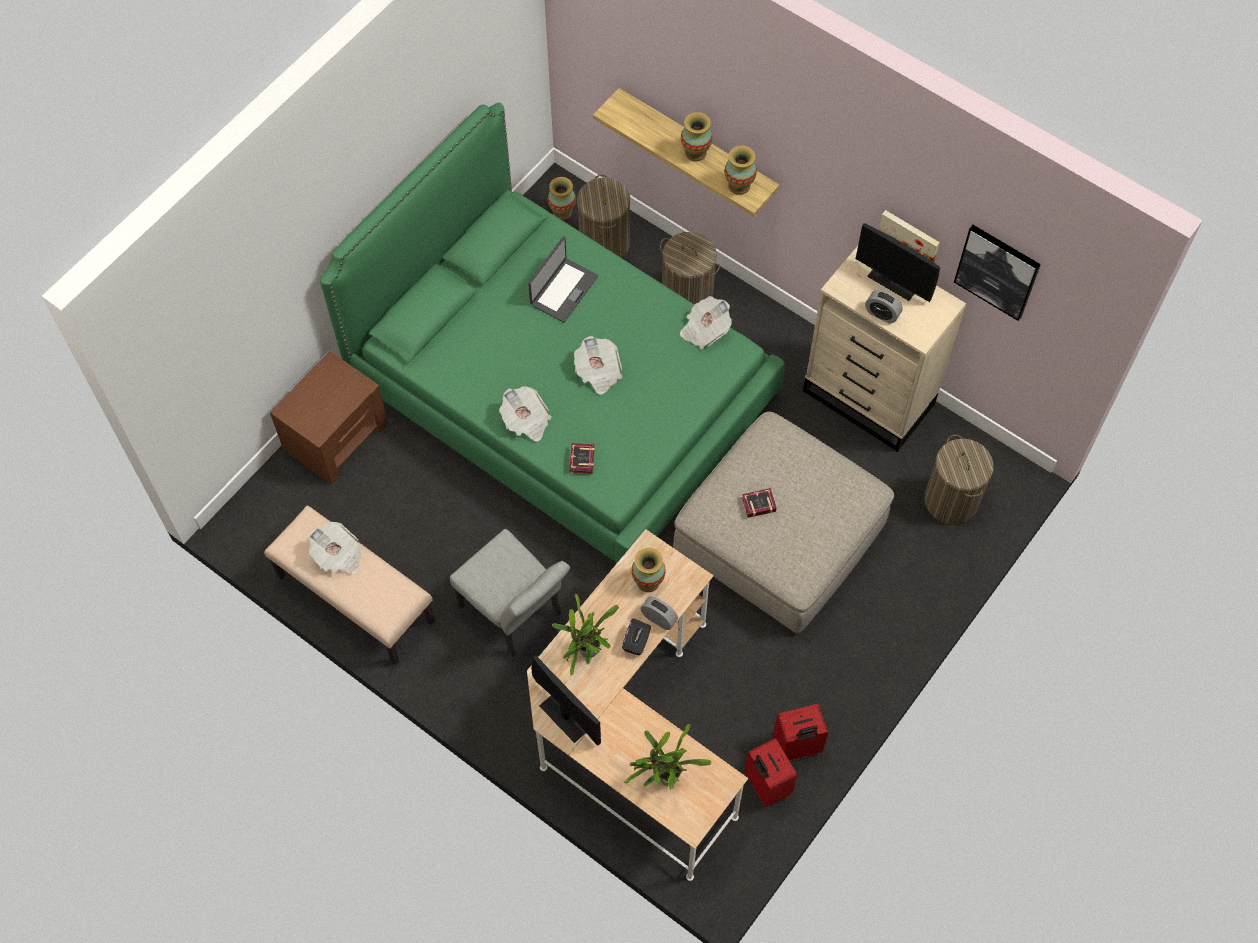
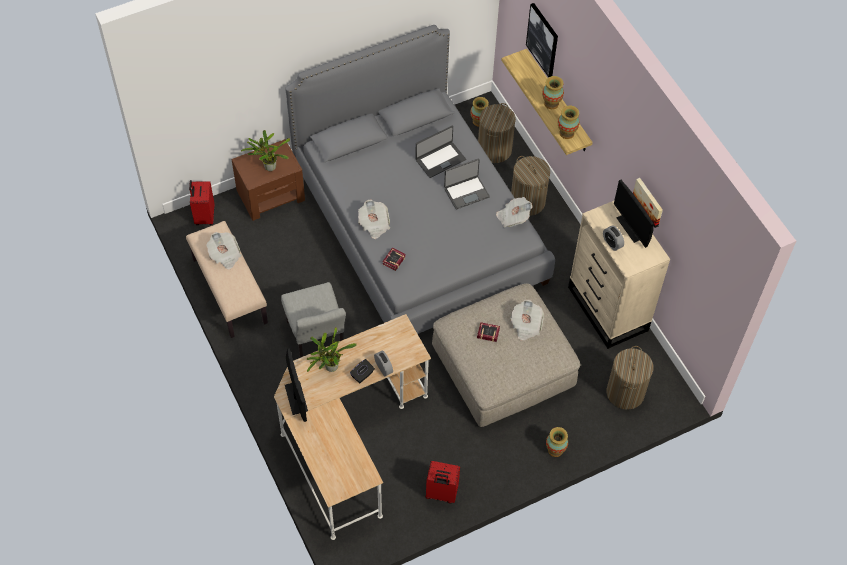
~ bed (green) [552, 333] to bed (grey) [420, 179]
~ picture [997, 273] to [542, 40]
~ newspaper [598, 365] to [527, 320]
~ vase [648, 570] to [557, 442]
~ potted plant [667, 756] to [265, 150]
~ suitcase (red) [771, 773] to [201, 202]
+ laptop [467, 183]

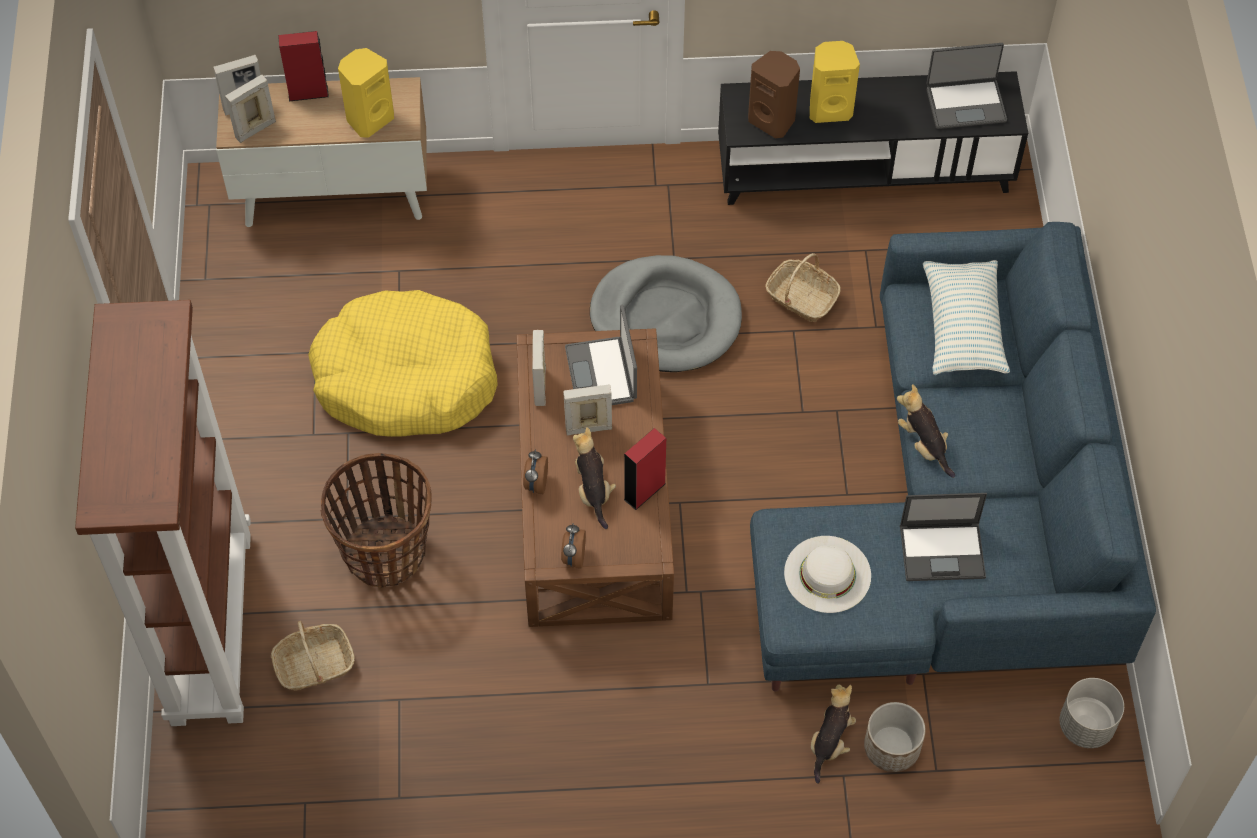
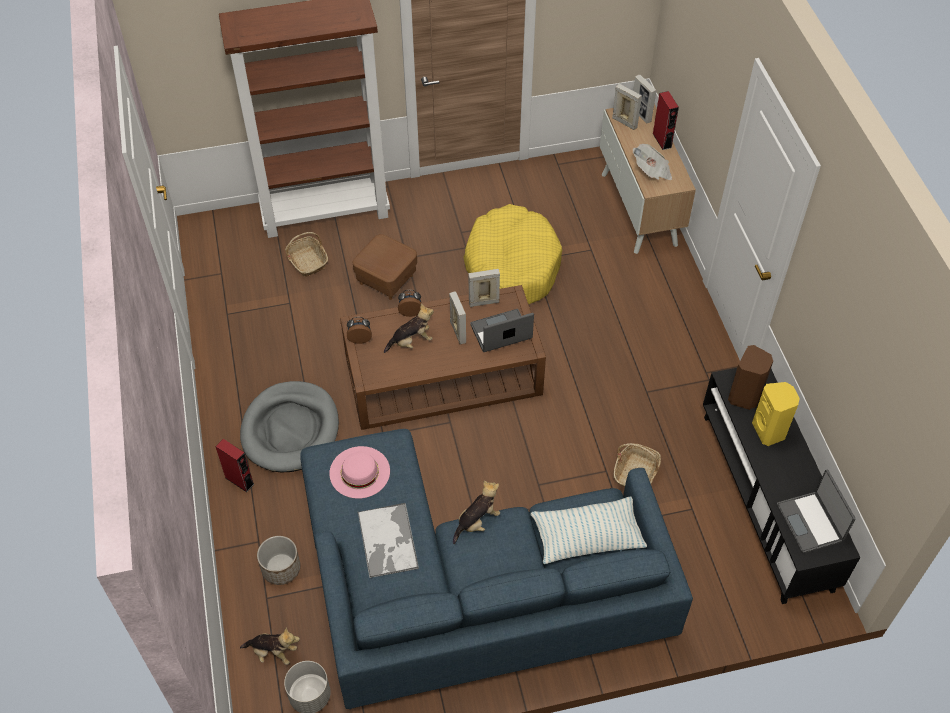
~ speaker (yellow) [366, 93] to newspaper [652, 162]
~ dog bed (grey) [666, 313] to [289, 427]
~ speaker (red) [645, 469] to [234, 465]
~ basket [376, 520] to ottoman (brown) [385, 267]
~ laptop [943, 537] to tray [388, 540]
~ hat (white) [827, 574] to hat (pink) [359, 472]
~ plush toy [833, 734] to [270, 646]

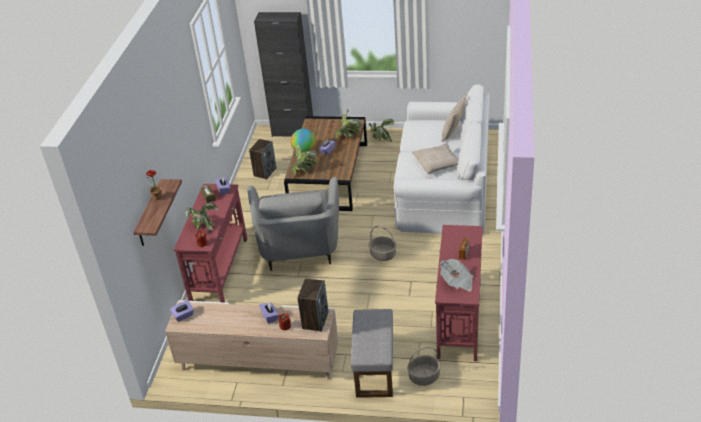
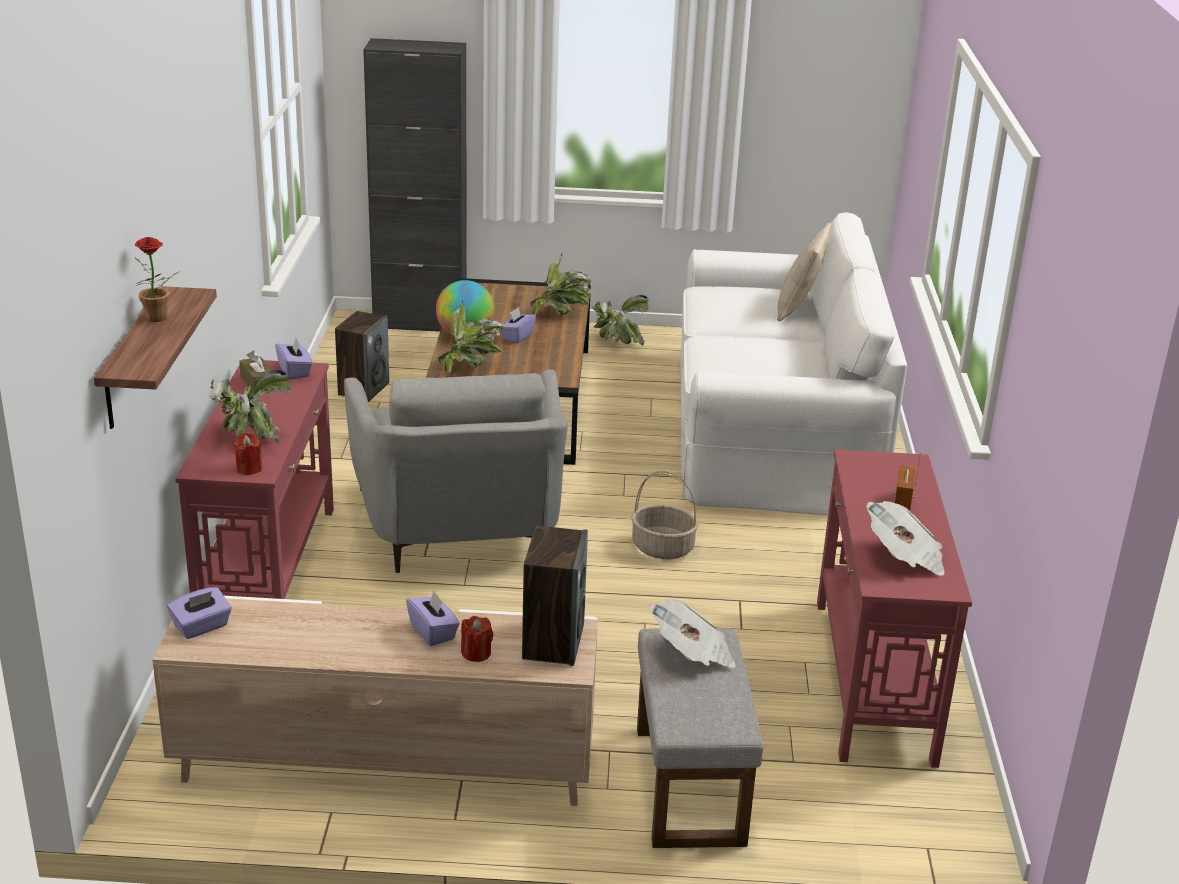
- pillow (beige) [435, 158]
- basket [424, 366]
+ newspaper [693, 633]

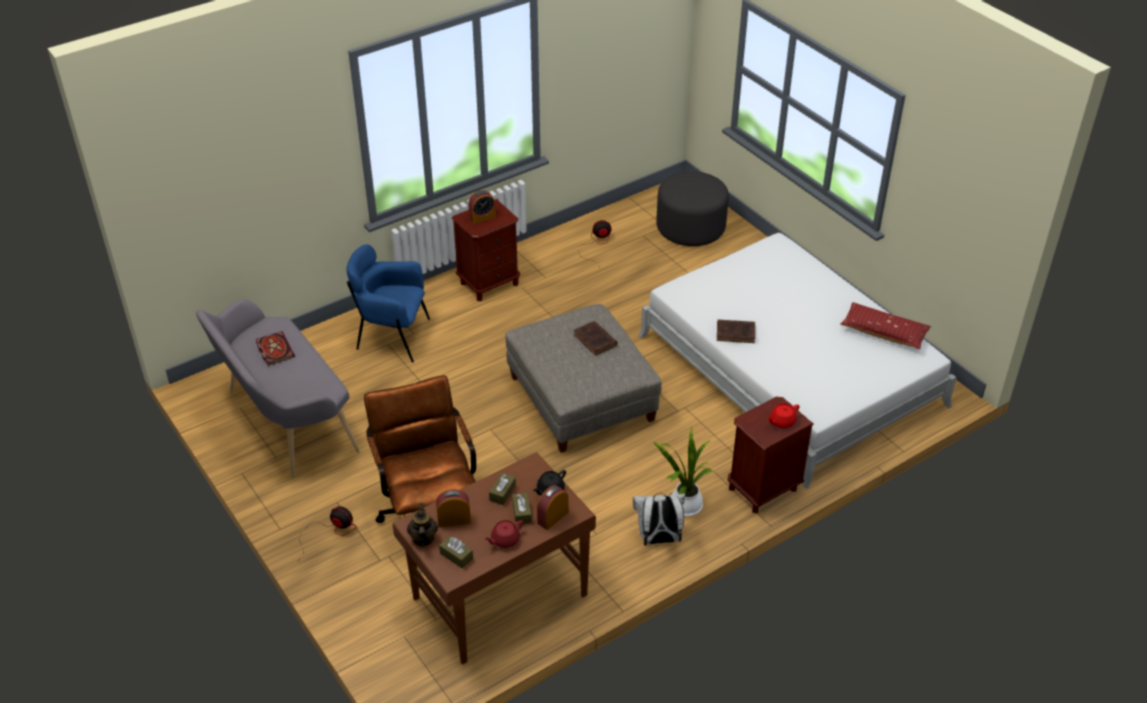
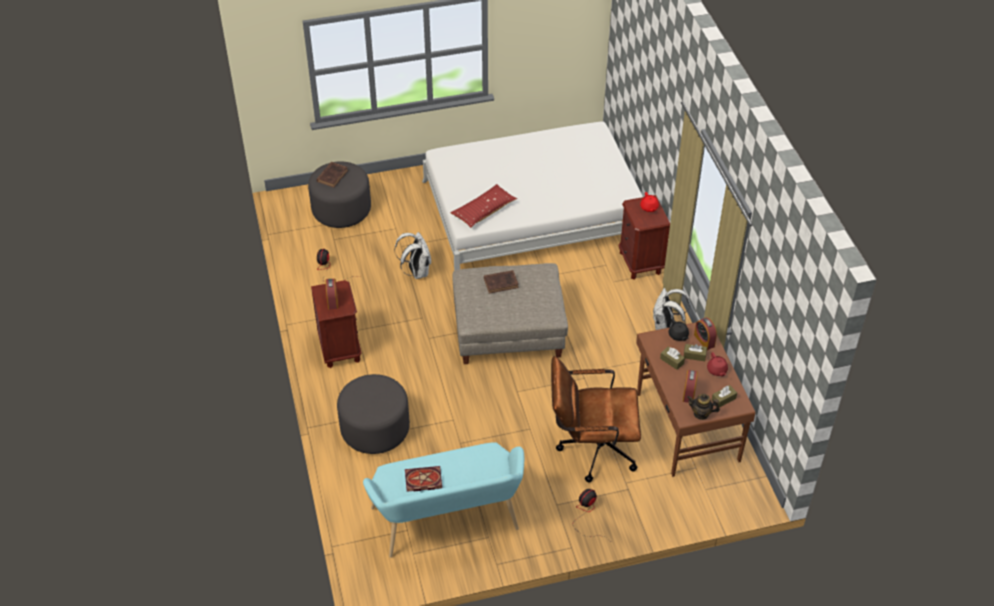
~ armchair (blue) [388, 303] to ottoman (grey) [373, 414]
~ bench (grey) [278, 388] to bench (turquoise) [443, 500]
~ pillow (red) [885, 326] to [484, 206]
~ book (brown) [736, 331] to [332, 174]
- potted plant [683, 471]
+ backpack (white) [412, 255]

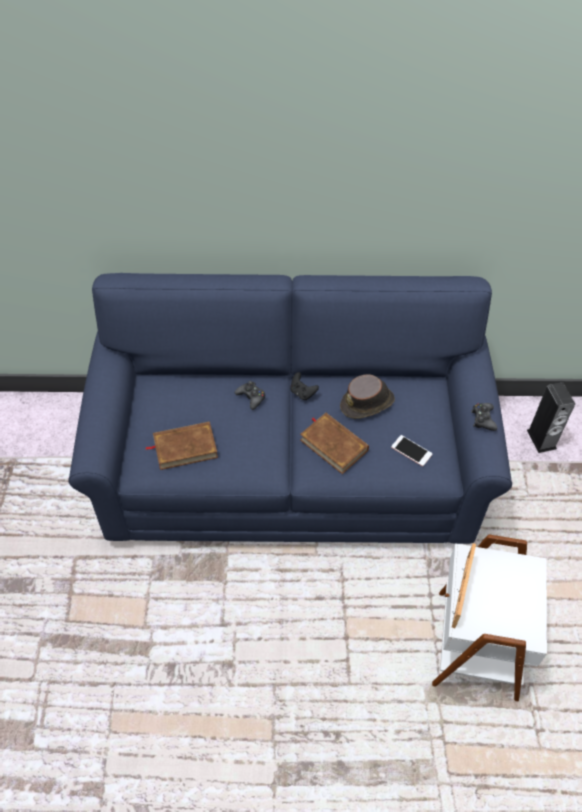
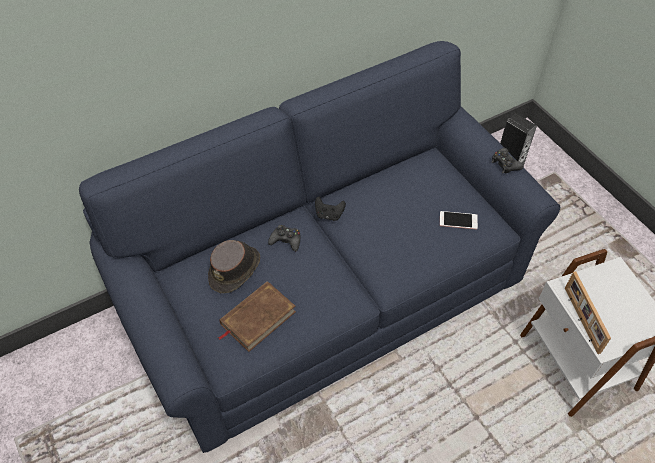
~ hat (brown) [367, 396] to [234, 266]
- book (brown) [334, 443]

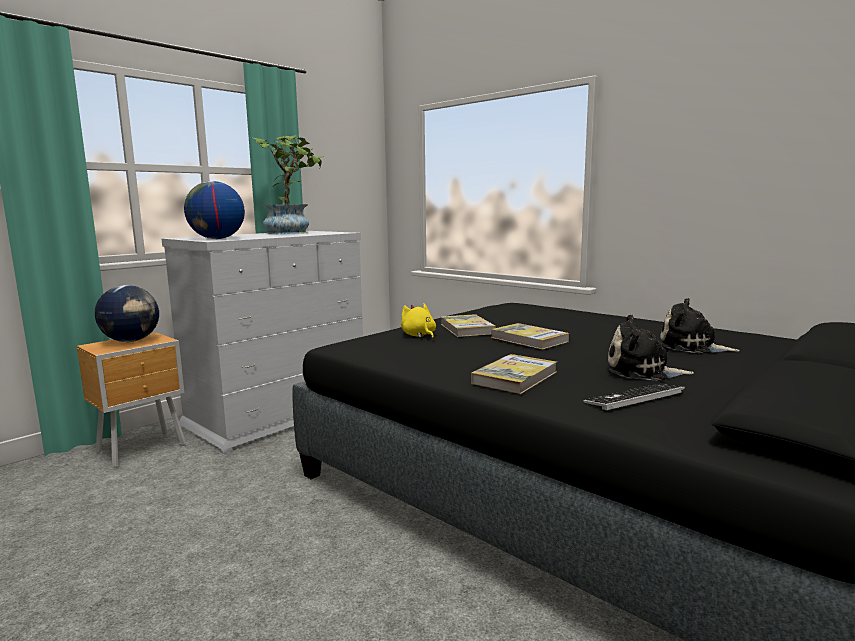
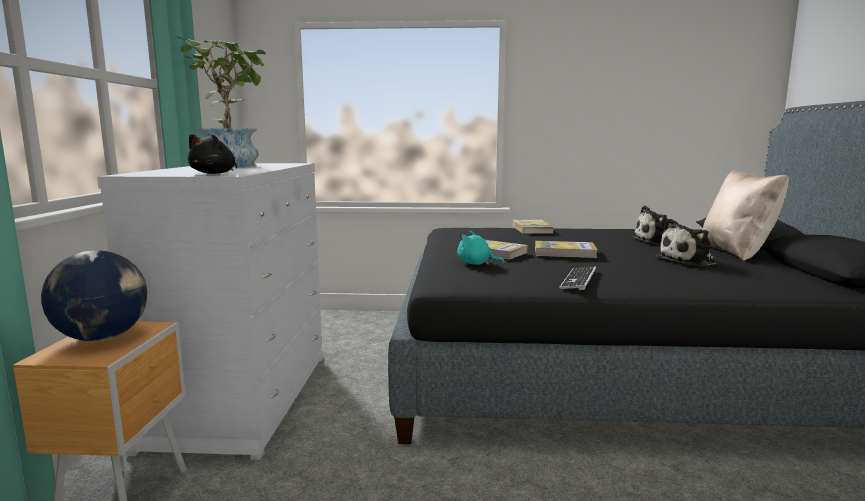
~ globe [214, 210] to plush toy (black) [212, 154]
~ plush toy (yellow) [418, 321] to plush toy (turquoise) [481, 248]
~ book [514, 374] to [533, 227]
~ keyboard [634, 396] to [577, 278]
+ pillow (beige) [745, 215]

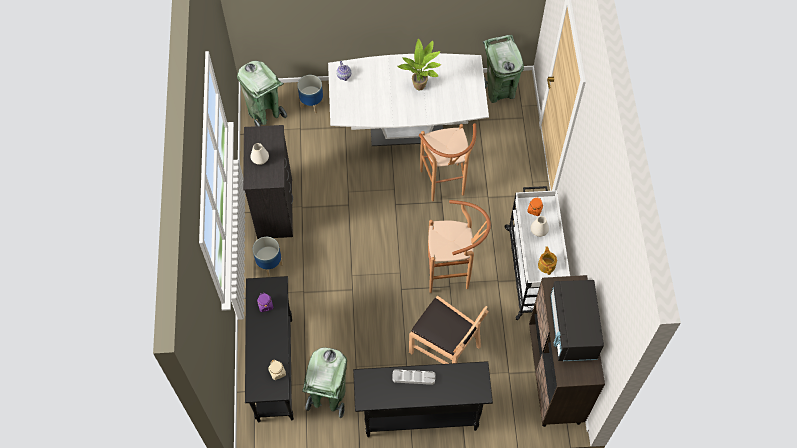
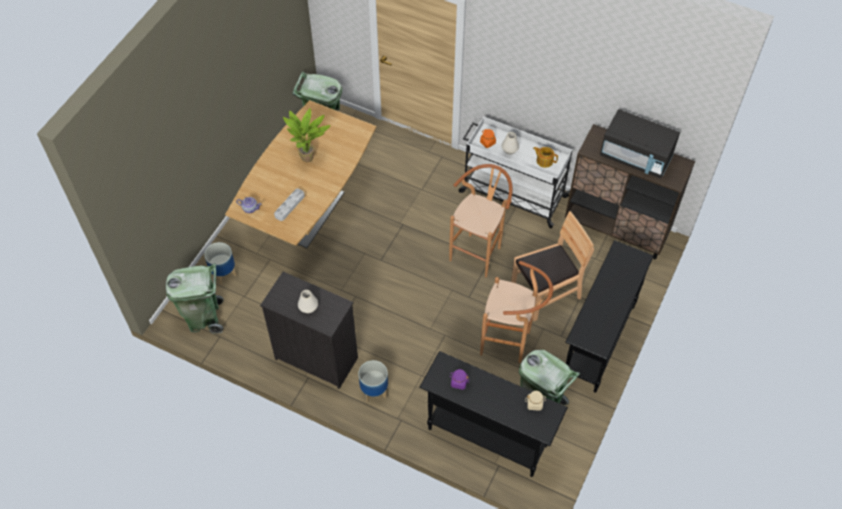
~ dining table (white) [408, 99] to dining table (brown) [300, 174]
~ stool (brown) [447, 162] to [516, 312]
~ tray (grey) [413, 377] to [289, 204]

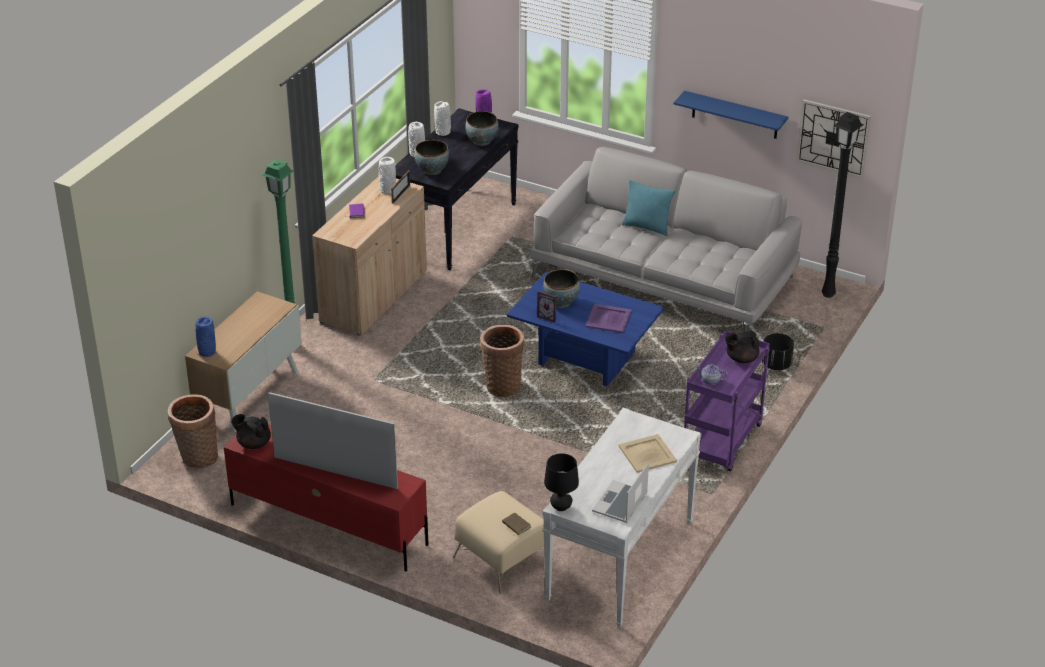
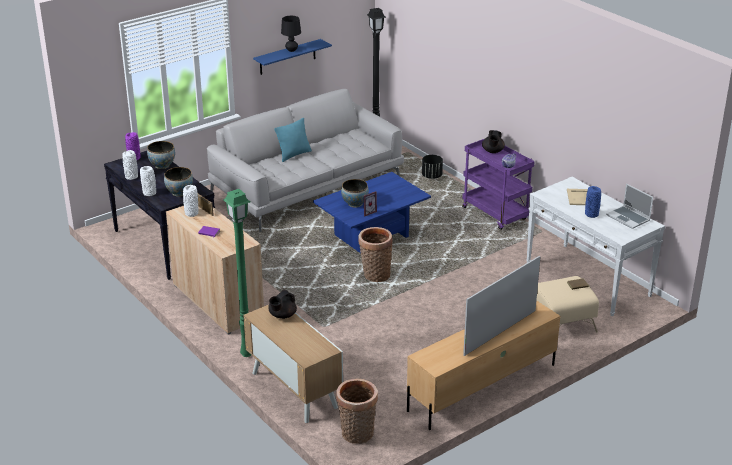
- wall clock [833, 138]
- tray (purple) [608, 318]
~ vase (blue) [205, 336] to [593, 202]
~ teapot (black) [251, 431] to [282, 304]
~ tv stand (red) [326, 497] to tv stand (beige) [483, 365]
~ table lamp (black) [561, 482] to [291, 34]

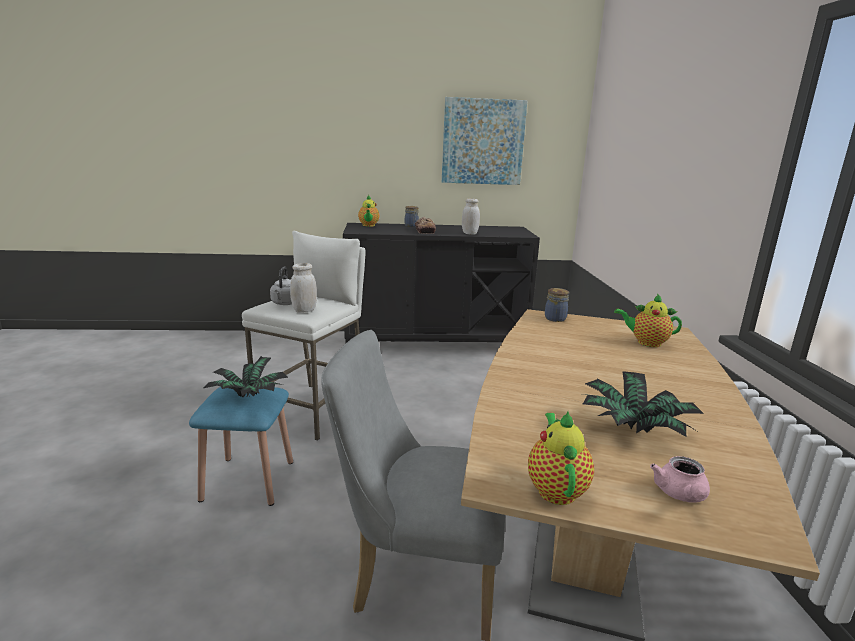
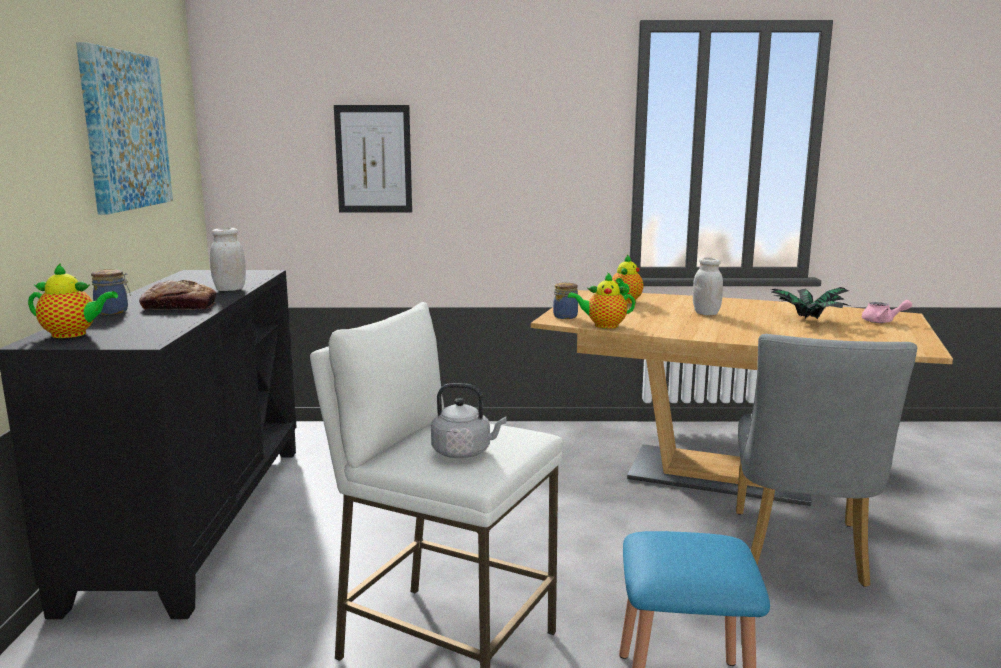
~ jar (white) [303, 288] to [708, 286]
- potted plant [246, 377]
~ teapot [561, 458] to [601, 300]
+ picture [373, 159]

